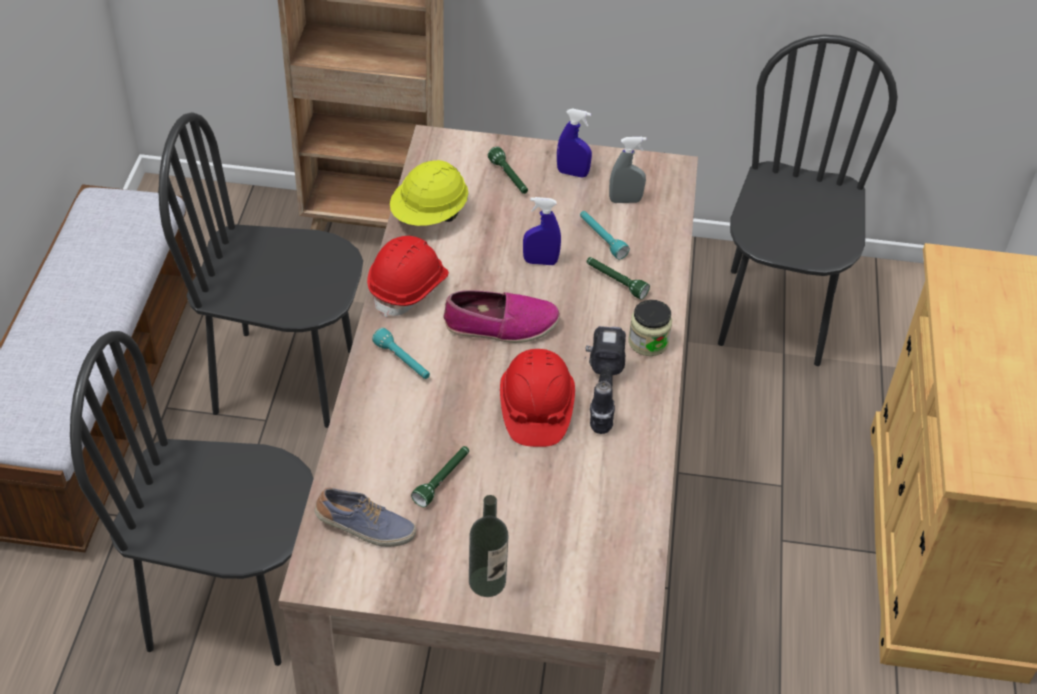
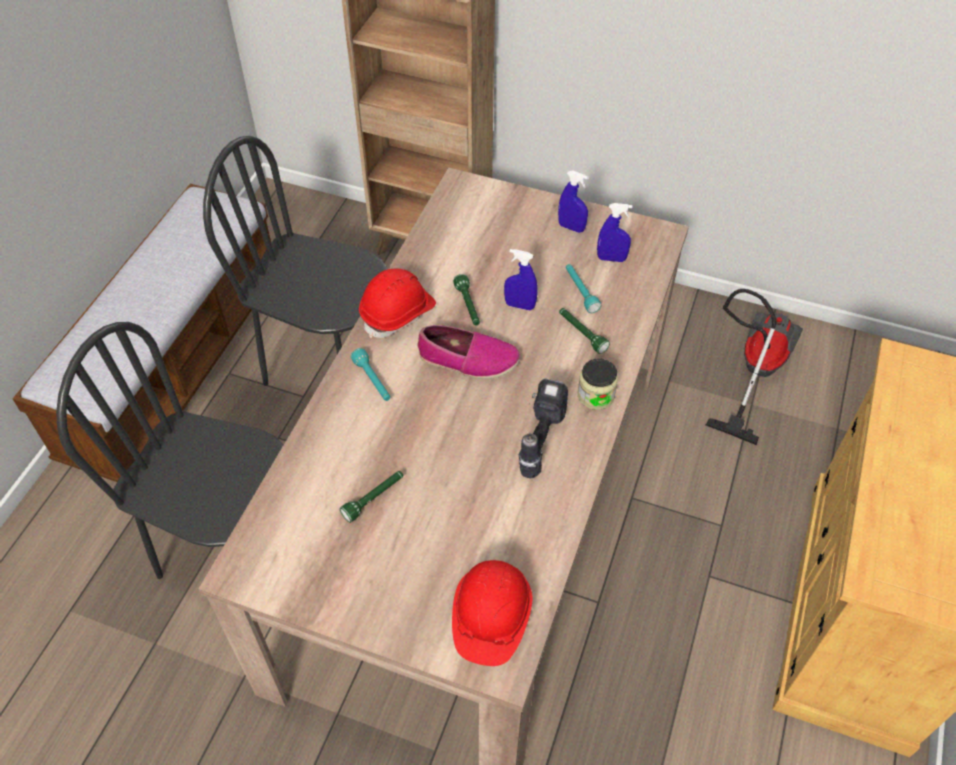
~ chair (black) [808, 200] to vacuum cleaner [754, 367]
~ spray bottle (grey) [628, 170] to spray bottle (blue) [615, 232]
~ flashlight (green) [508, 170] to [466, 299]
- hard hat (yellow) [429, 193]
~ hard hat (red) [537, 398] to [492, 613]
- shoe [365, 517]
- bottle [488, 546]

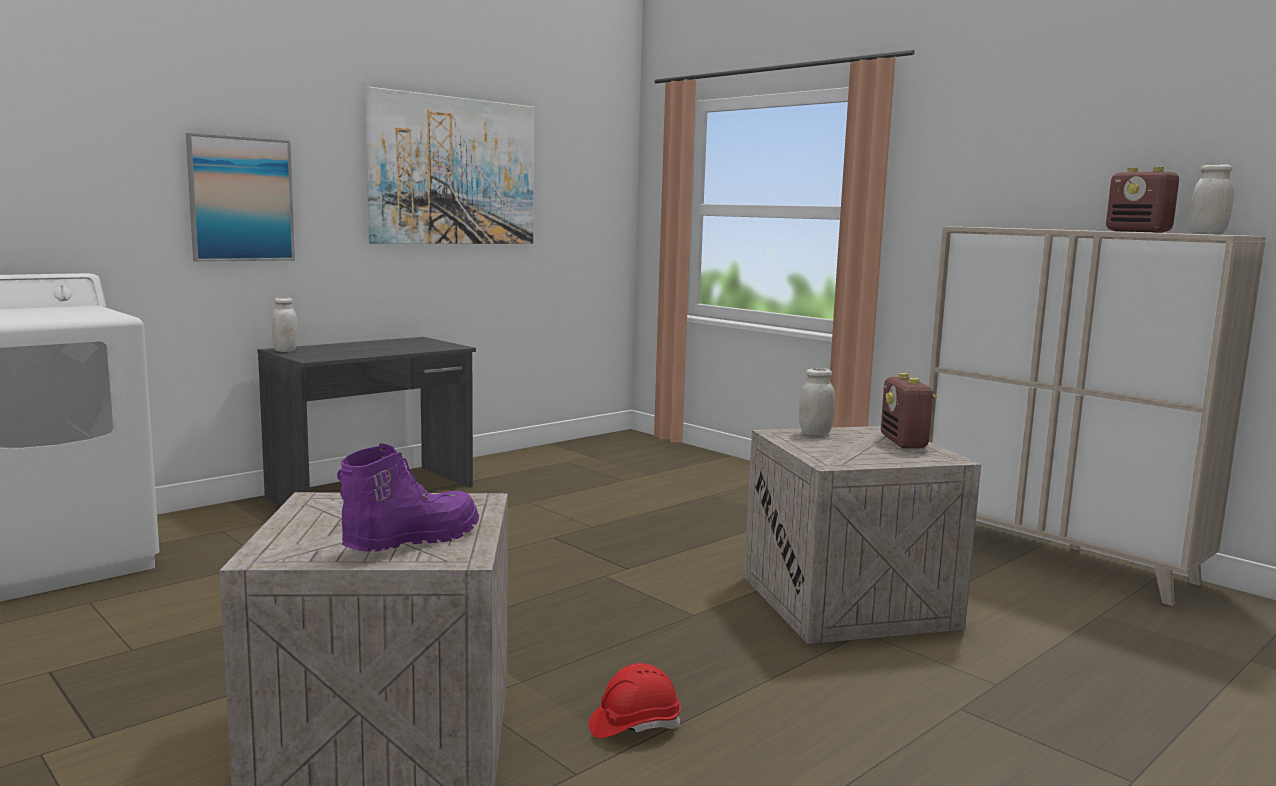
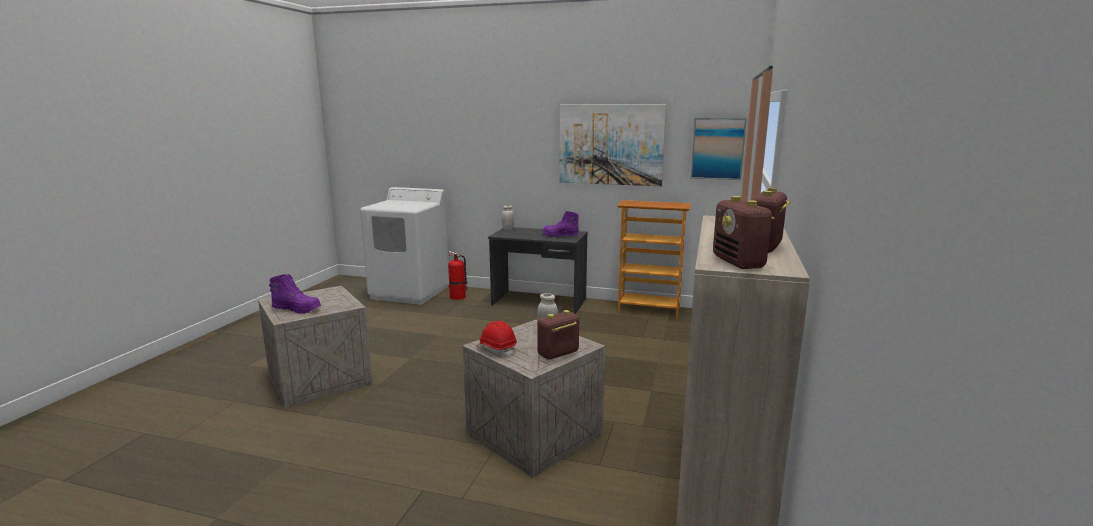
~ picture [240, 197] to [719, 149]
~ jar (white) [1211, 199] to radio [744, 232]
~ hard hat (red) [634, 701] to [497, 338]
+ bookcase [654, 259]
+ boot (purple) [560, 224]
+ fire extinguisher [458, 275]

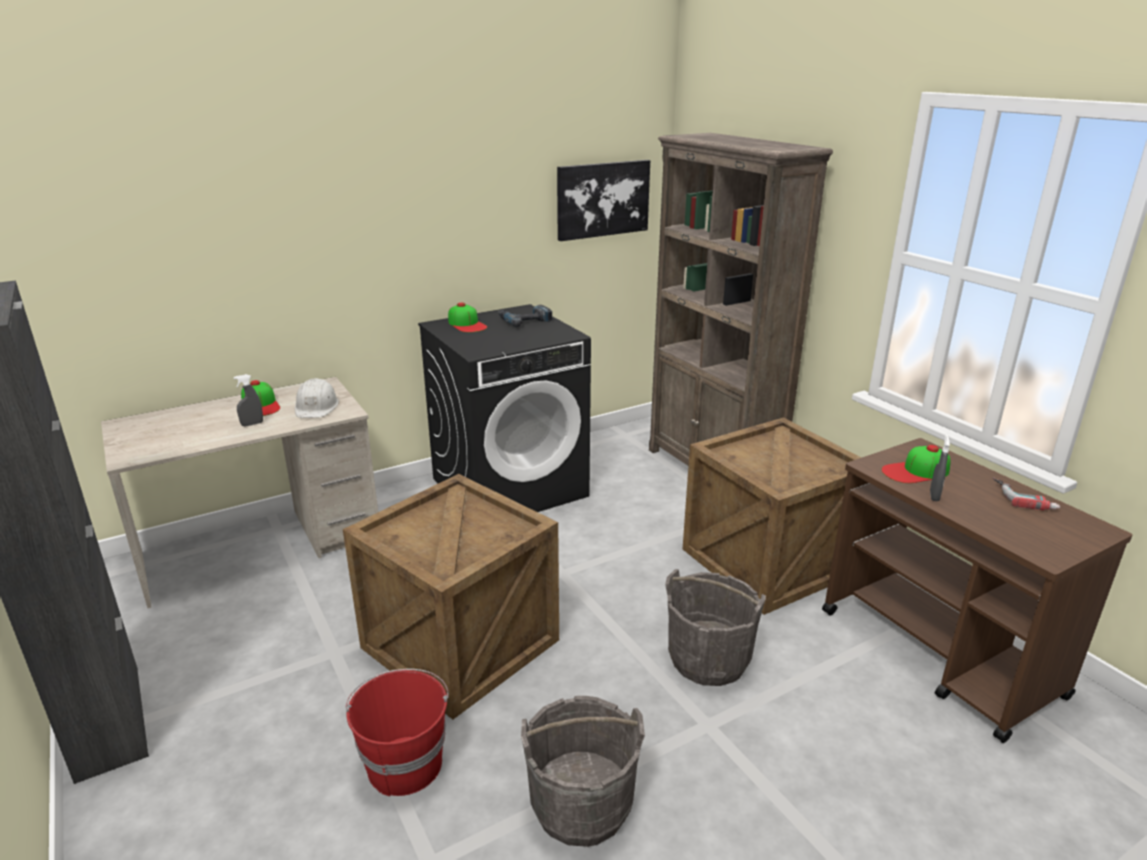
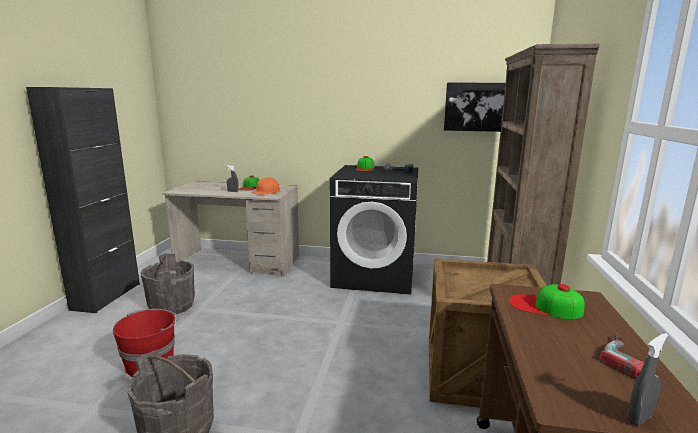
~ hard hat (white) [317, 398] to hard hat (orange) [266, 186]
~ spray bottle (grey) [940, 467] to [647, 379]
- crate [451, 596]
~ bucket (grey) [715, 627] to [167, 284]

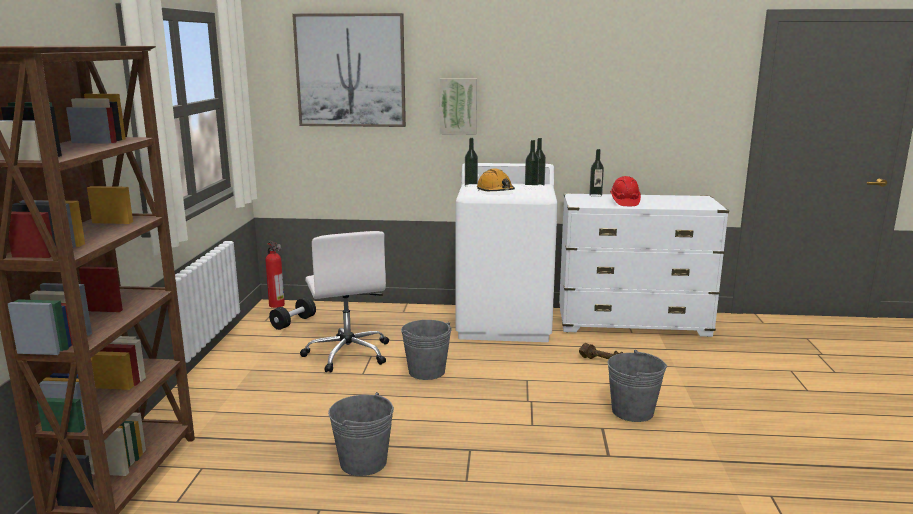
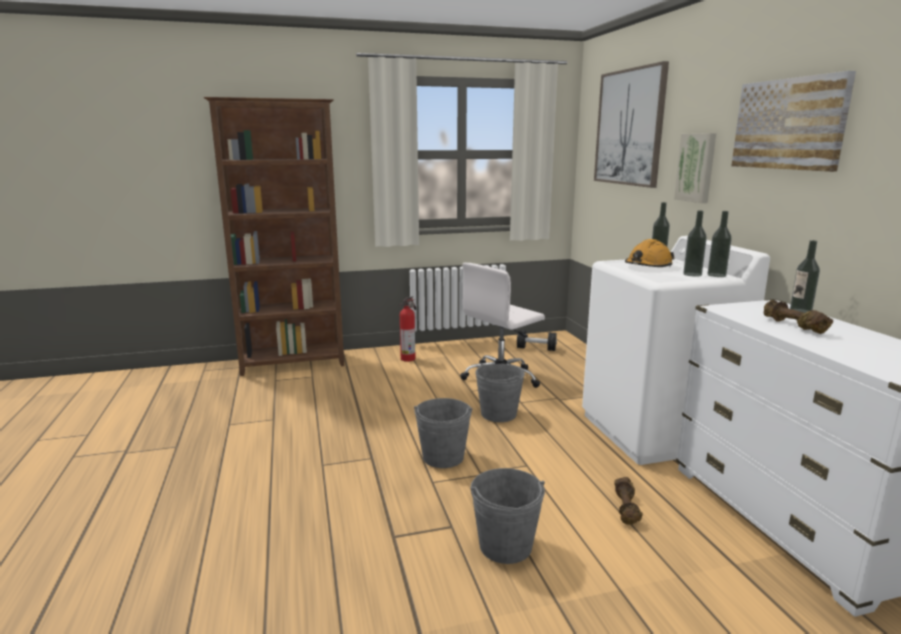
~ hard hat (red) [625, 191] to dumbbell (brown) [798, 317]
~ fire extinguisher [275, 274] to [407, 329]
~ bucket (grey) [361, 434] to [443, 433]
+ picture [793, 121]

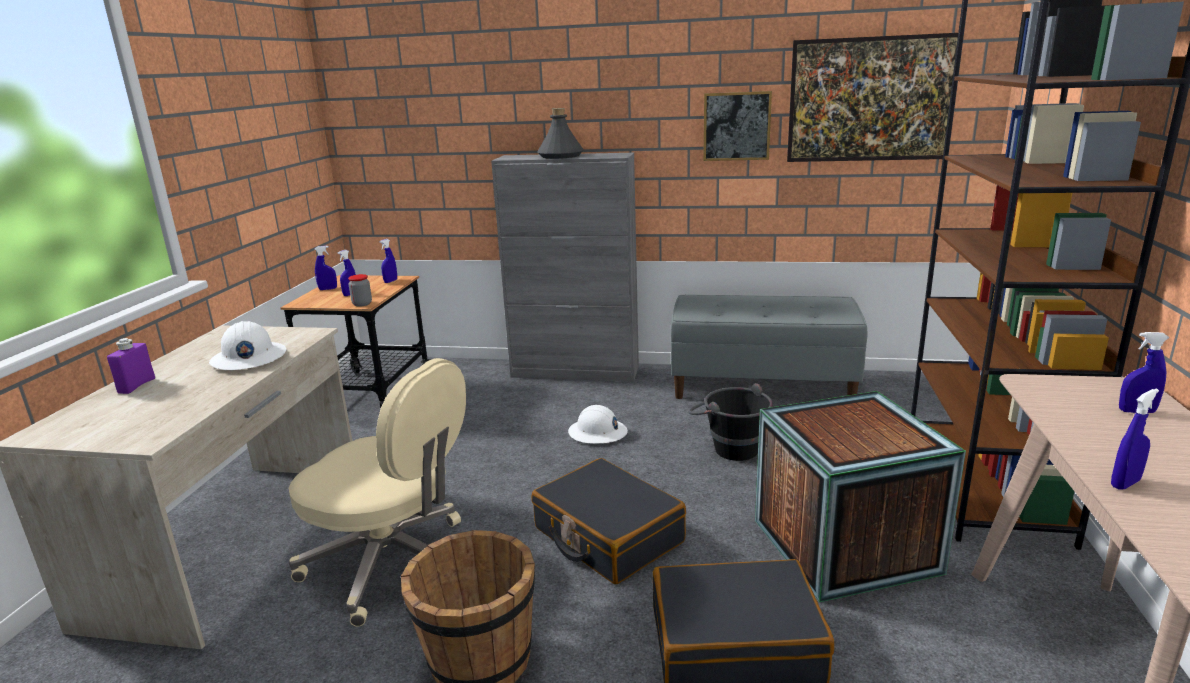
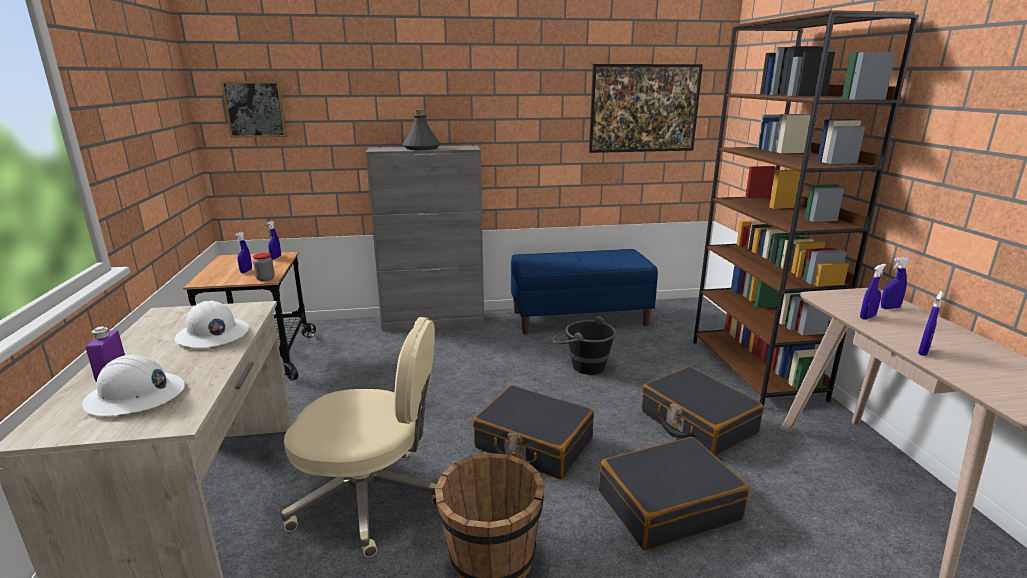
~ picture [737, 126] to [254, 109]
~ spray bottle (blue) [326, 268] to [873, 292]
~ bench (grey) [769, 347] to bench (blue) [584, 291]
~ crate [860, 496] to suitcase (black) [703, 411]
~ hard hat (white) [598, 424] to [133, 385]

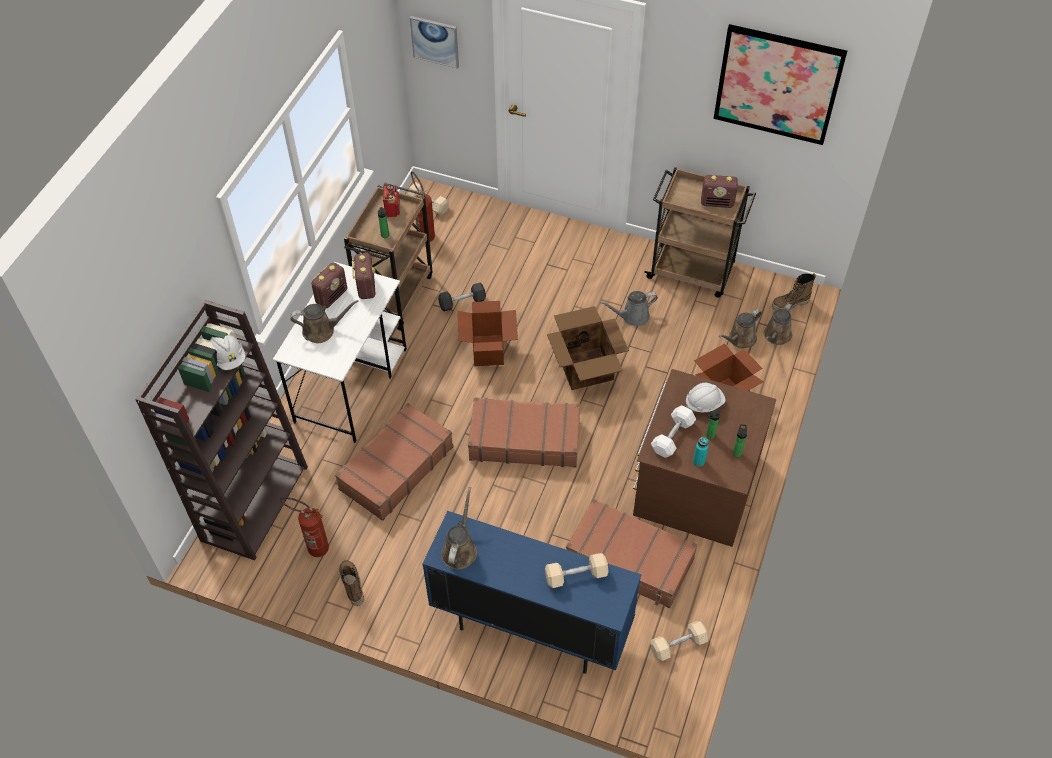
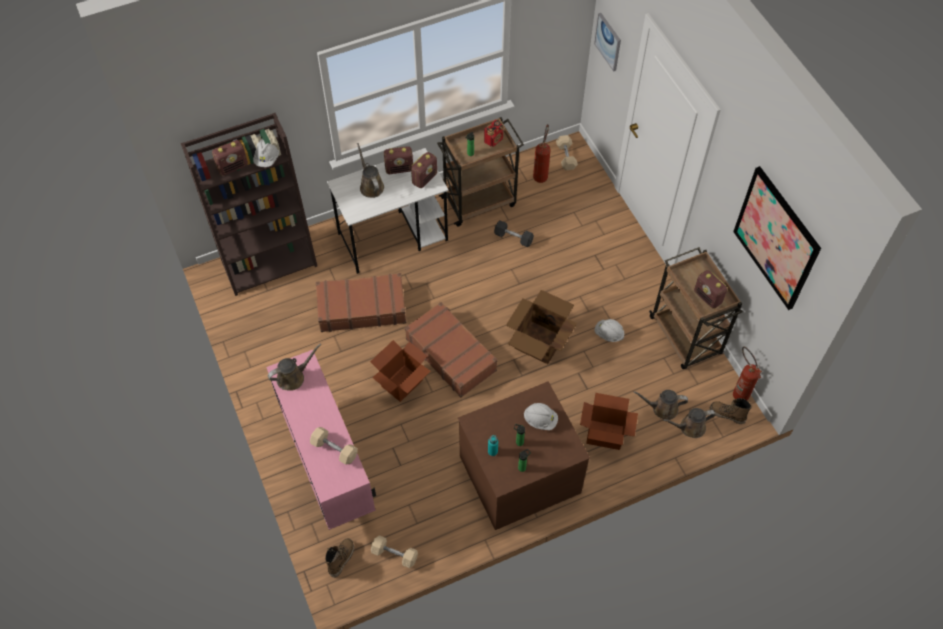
~ watering can (grey) [629, 308] to hard hat (white) [609, 330]
~ watering can (brown) [325, 321] = [370, 170] 150 degrees counterclockwise
~ cardboard box [487, 333] to [400, 371]
- dumbbell (white) [673, 431]
~ fire extinguisher [304, 527] to [747, 373]
- suitcase (brown) [631, 553]
~ cabinet (blue) [531, 592] to cabinet (pink) [321, 440]
~ boot [351, 583] to [339, 558]
+ radio [230, 157]

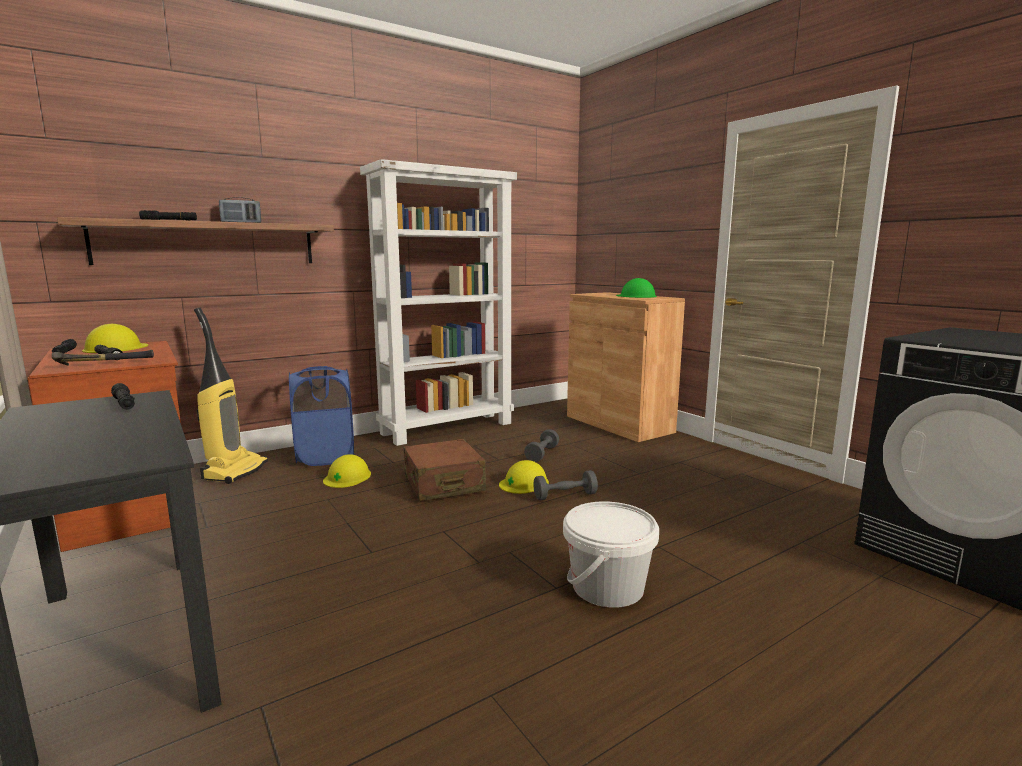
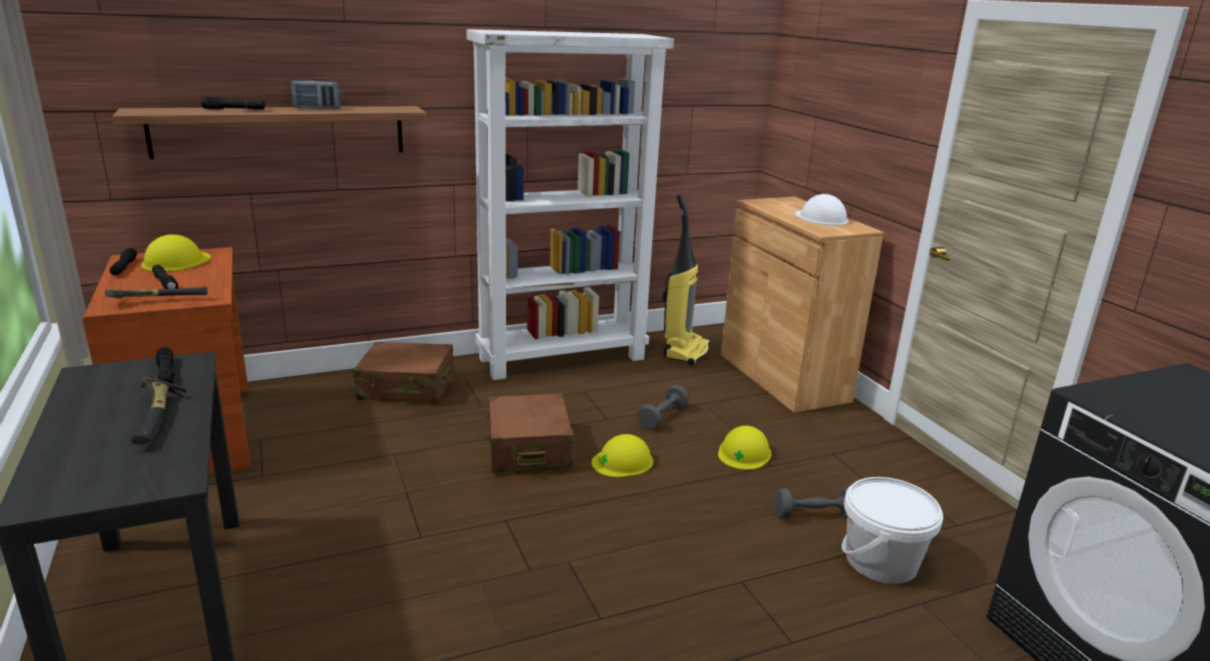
~ hard hat (green) [636, 288] to hard hat (white) [822, 210]
~ vacuum cleaner [231, 395] to [686, 279]
~ laundry basket (blue) [321, 416] to suitcase (brown) [404, 372]
~ hard hat (yellow) [347, 471] to [744, 448]
~ dumbbell (grey) [565, 485] to [811, 503]
~ bucket (white) [611, 554] to [892, 530]
+ hammer [159, 410]

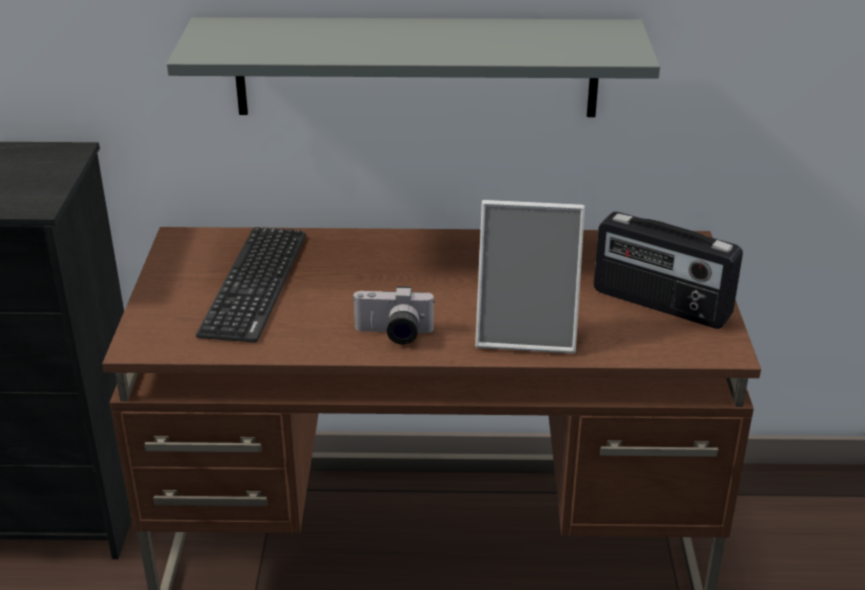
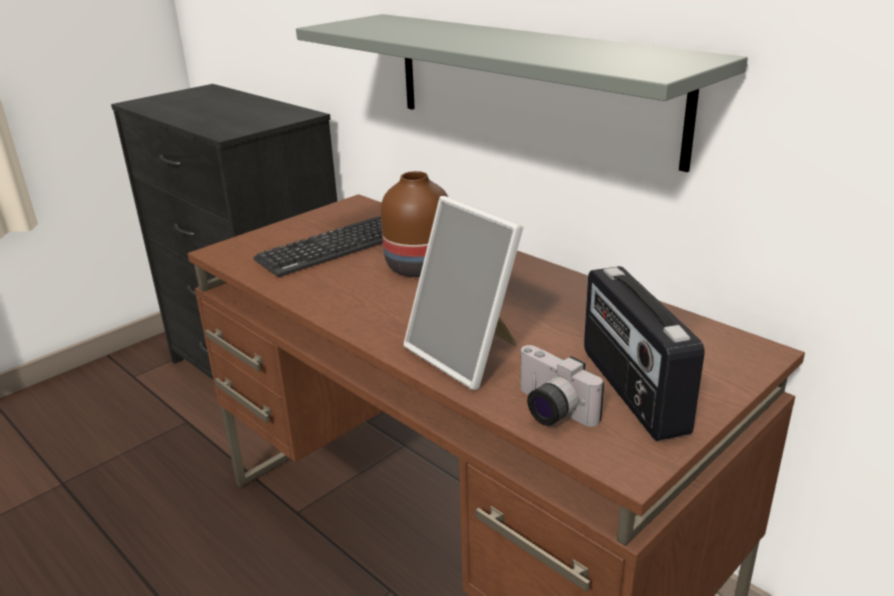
~ photo camera [393, 315] to [561, 386]
+ vase (brown) [414, 224]

